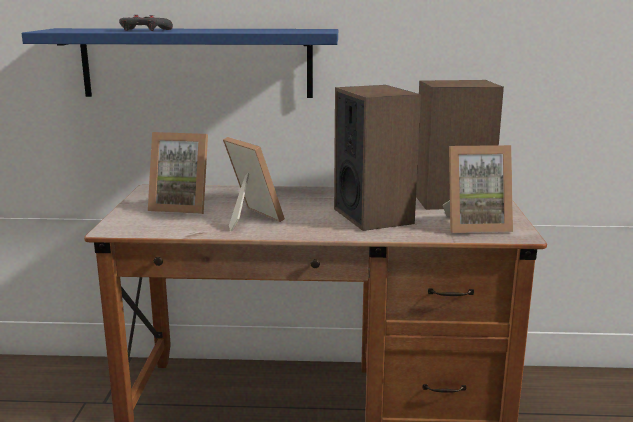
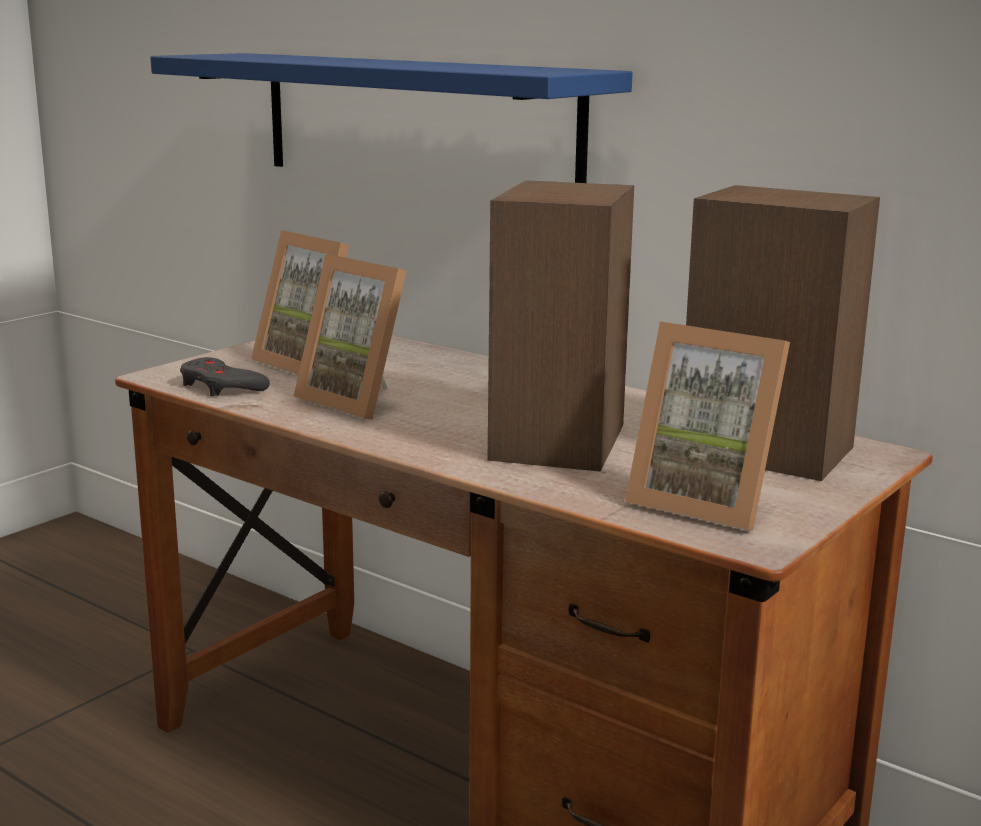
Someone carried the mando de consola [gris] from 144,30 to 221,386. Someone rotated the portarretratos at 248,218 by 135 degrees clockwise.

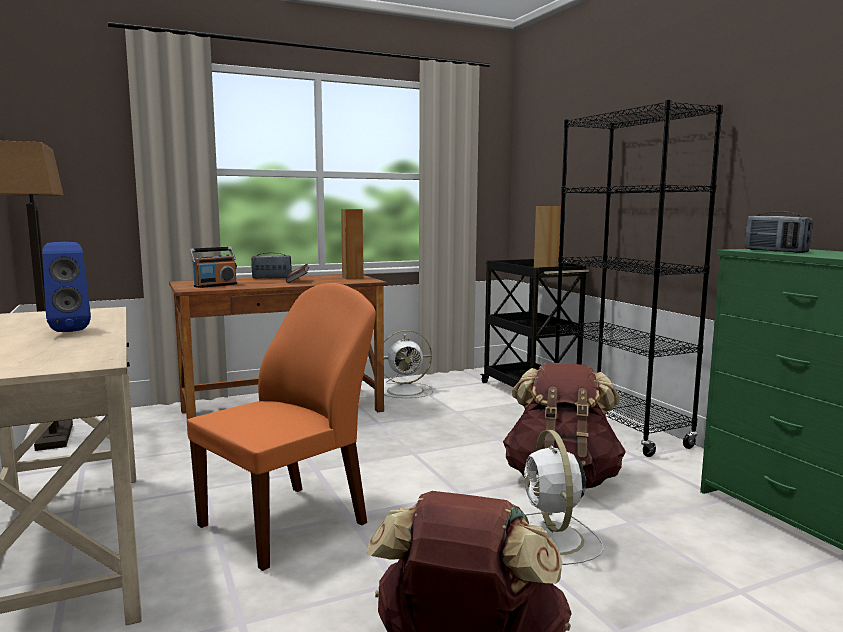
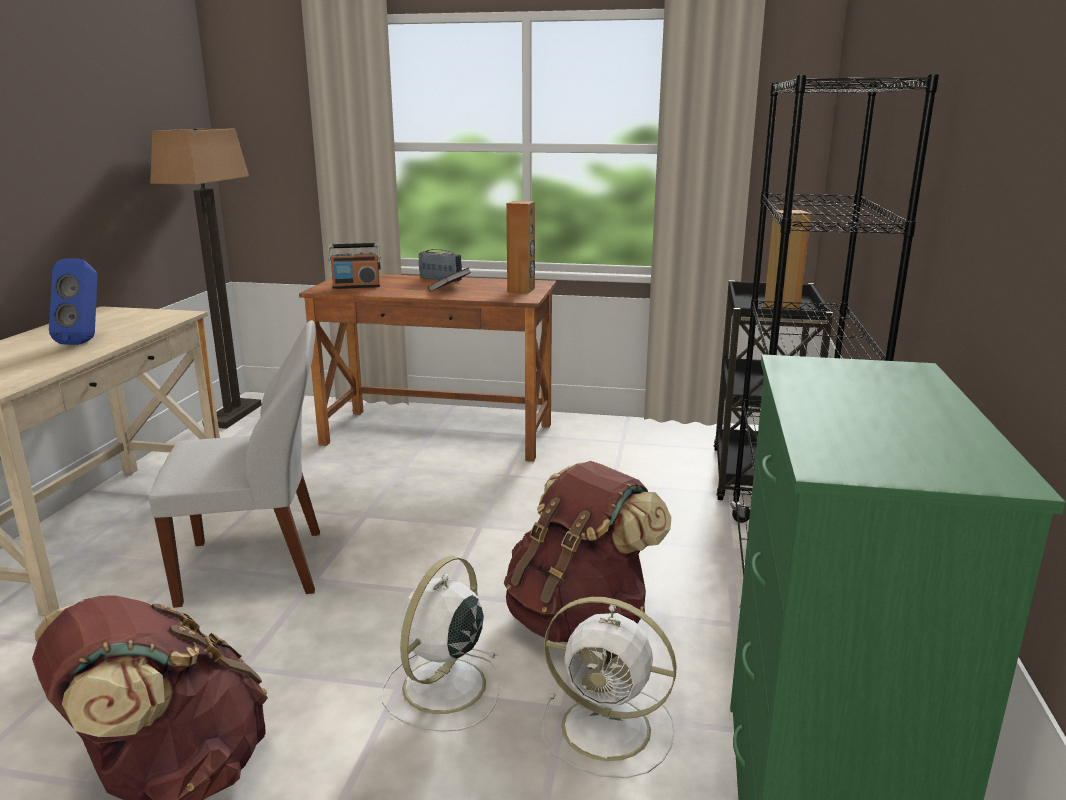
Someone took away the radio at 775,251. Someone carried the ventilador [blanco] from 407,390 to 610,729. Someone repainted the silla [naranja] at 287,523, which became the silla [blanco] at 258,567.

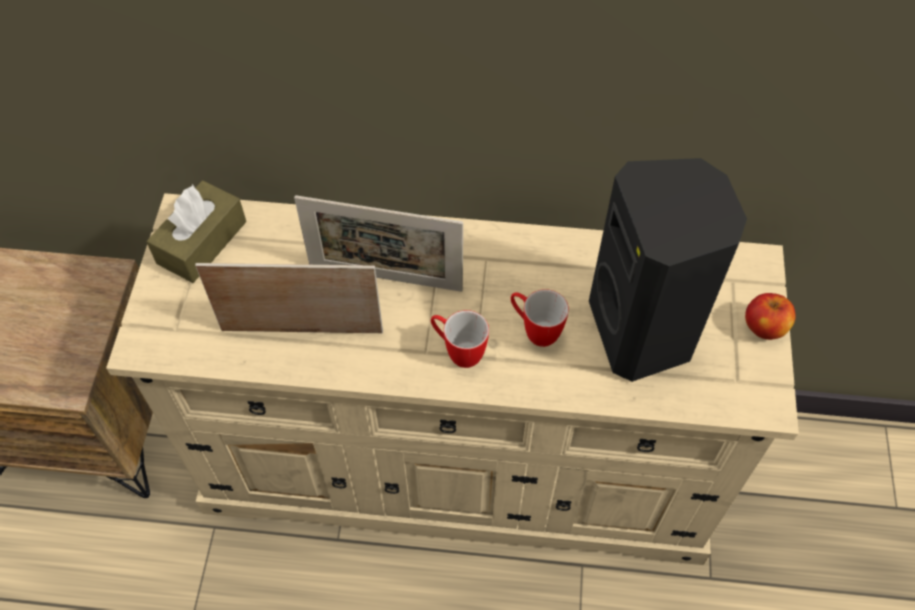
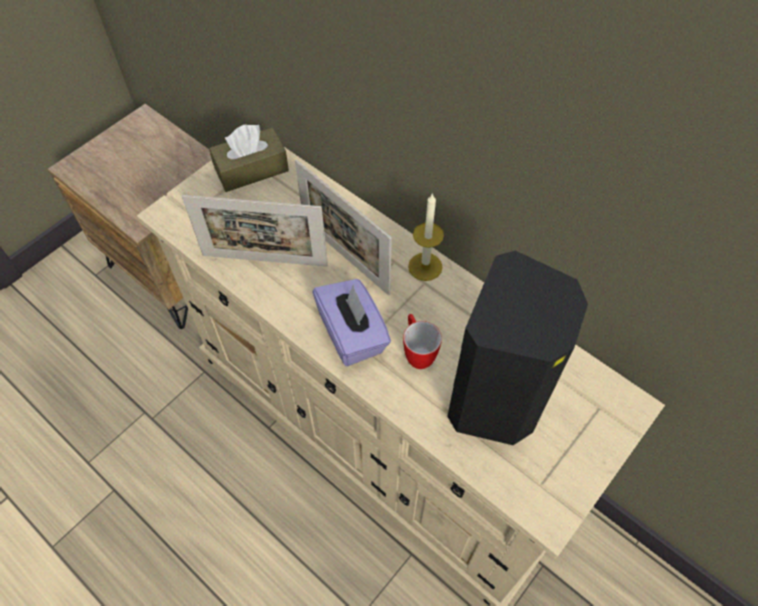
Someone took away the manzana at 764,327. Someone put down the vela at 425,266. Someone swapped the taza grande at 458,351 for the caja de pañuelos [morado] at 352,334. Someone rotated the portarretratos at 302,331 by 150 degrees clockwise.

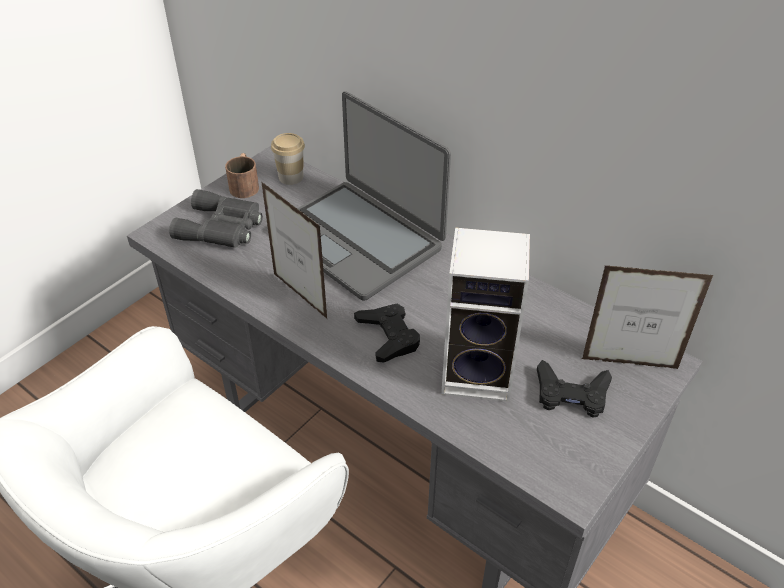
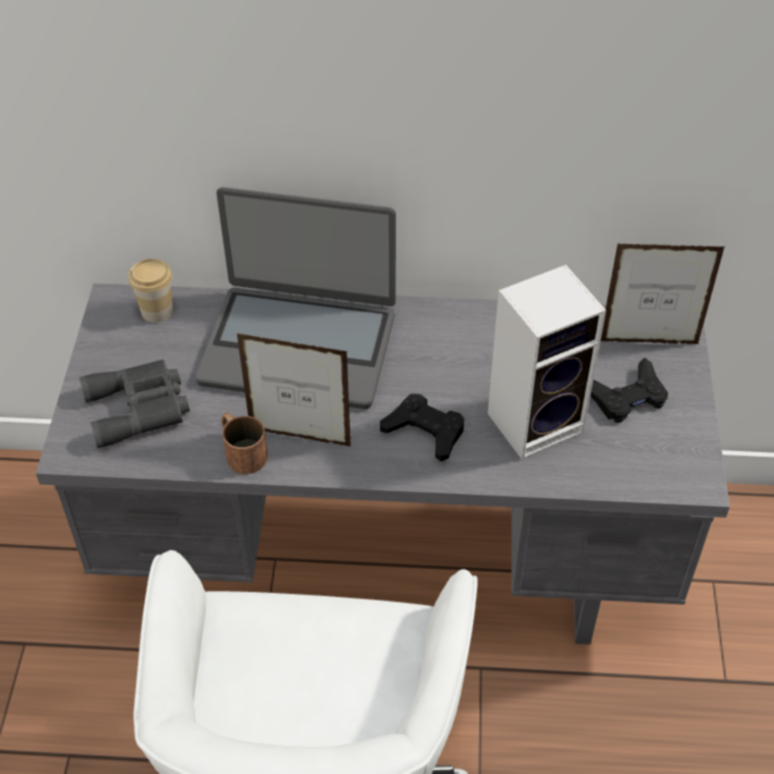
Someone carried the taza grande [marrón] from 245,184 to 241,450. Someone rotated the portarretratos at 629,364 by 150 degrees counterclockwise.

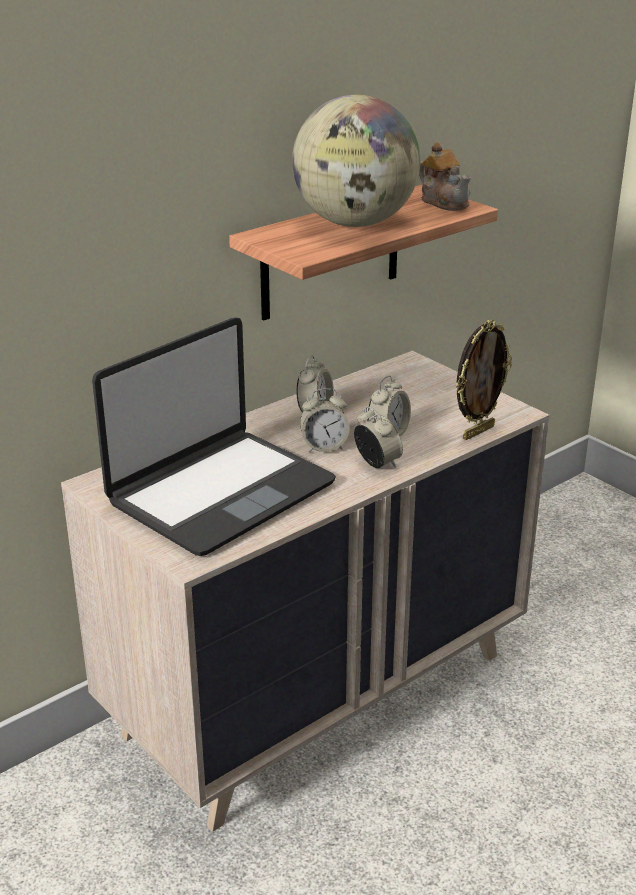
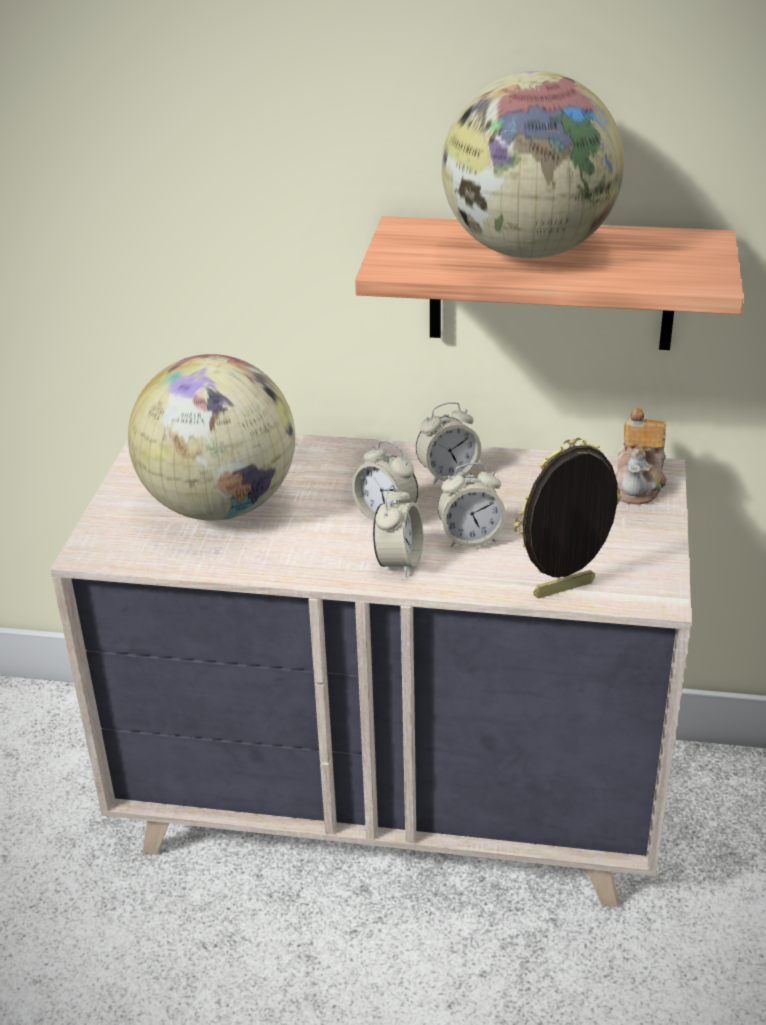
Someone carried the tetera from 444,202 to 639,483. Someone swapped the portátil at 220,492 for the globo terráqueo at 220,505. Someone rotated the portarretratos at 477,432 by 150 degrees clockwise.

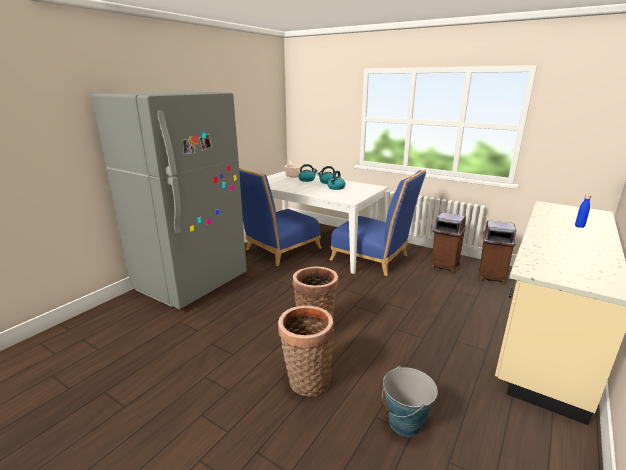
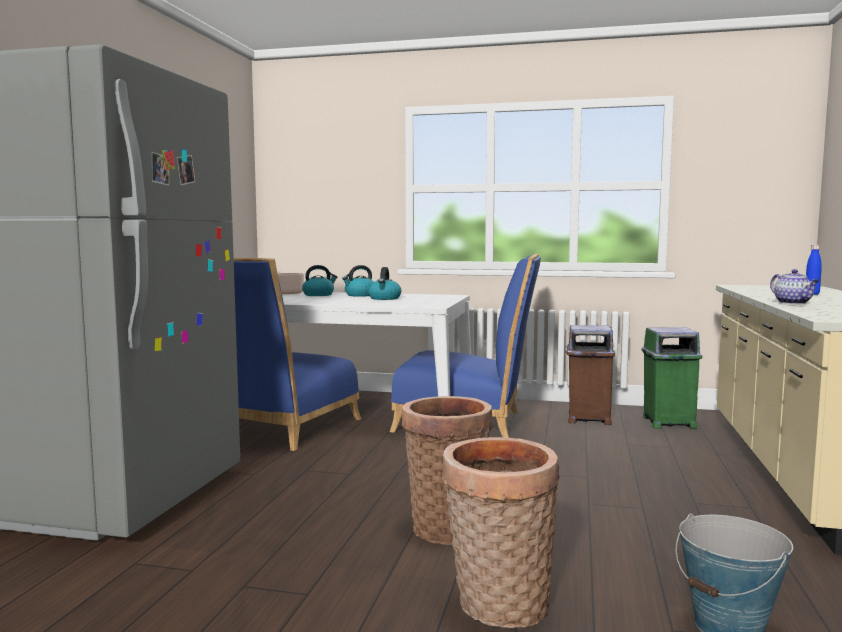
Someone put down the tetera at 793,303. Someone repainted the papelera [marrón] at 491,277, which became the papelera [verde] at 667,423.

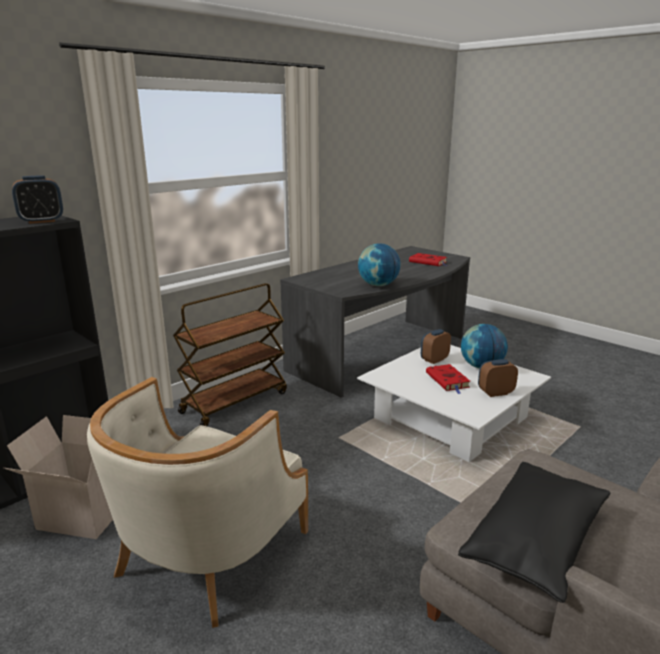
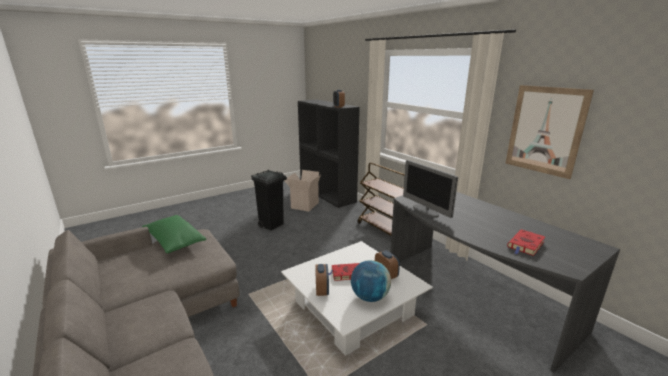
Someone put up the cuadro at 545,130. Someone swapped the sillón [beis] at 207,553 for the papelera [negro] at 272,225. Someone swapped the globo terráqueo at 378,285 for the monitor at 425,211. Someone repainted the cojín [negro] at 535,542, which became the cojín [verde] at 174,242.

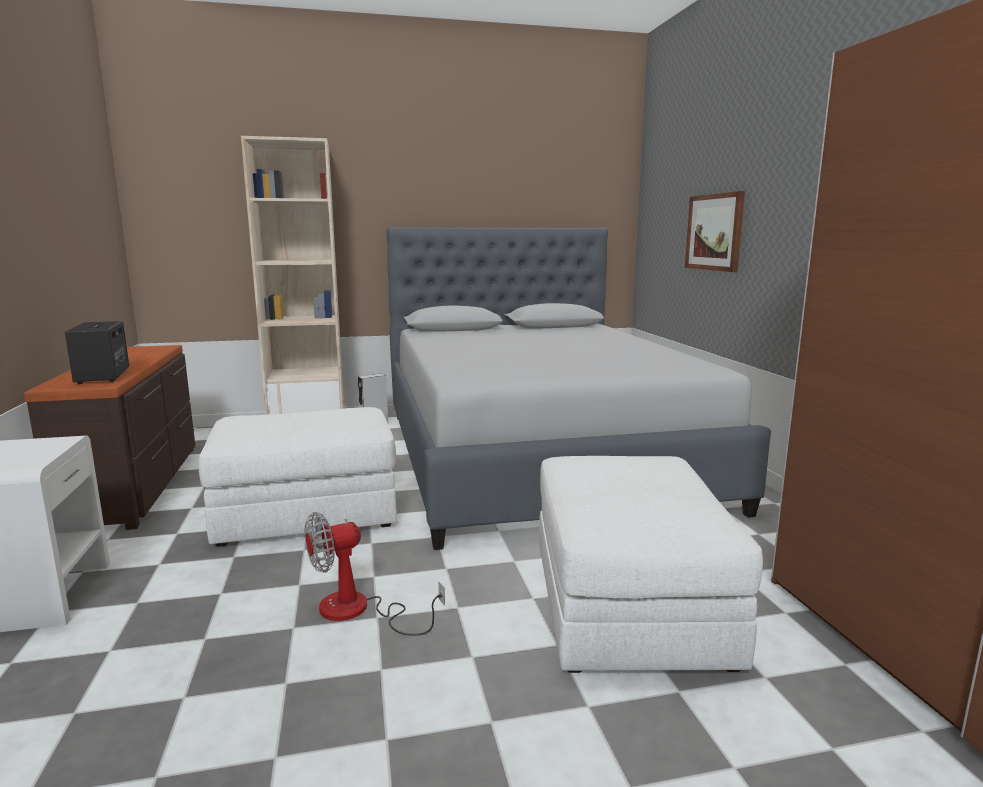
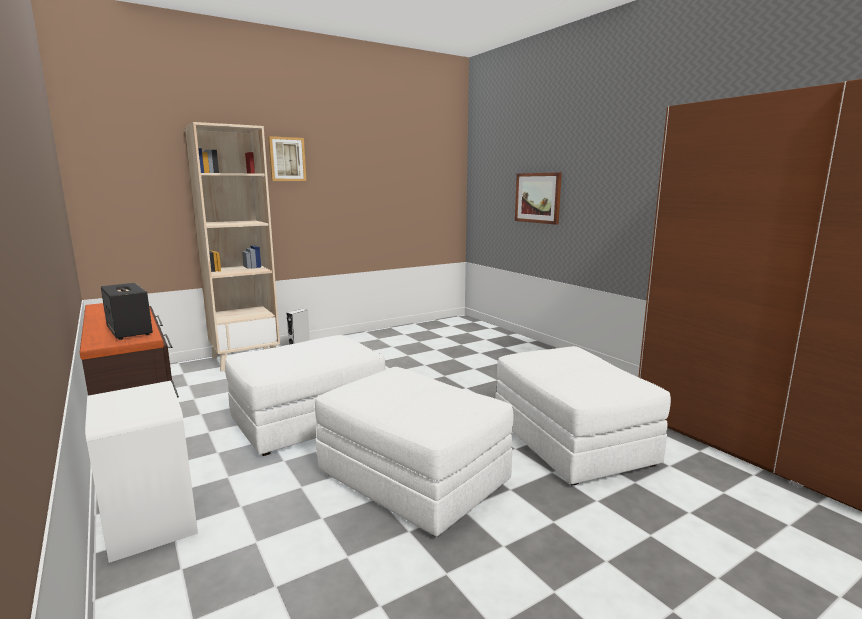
Someone took away the cama [gris] at 538,456. Someone put up the cuadro at 287,159. Someone swapped the ventilador at 359,611 for the puf [blanco] at 414,478.

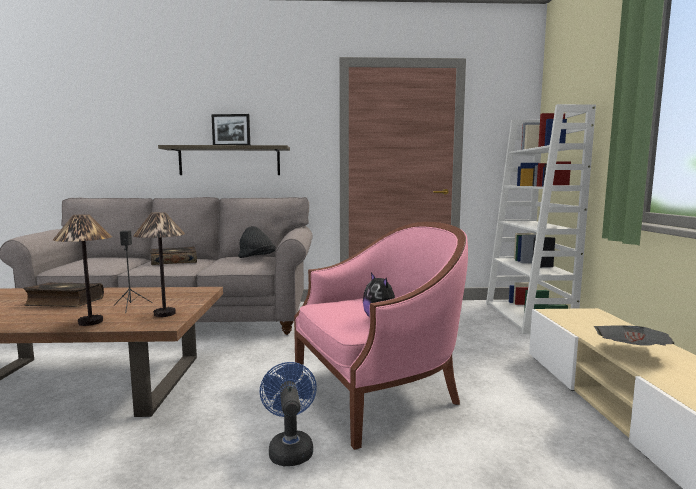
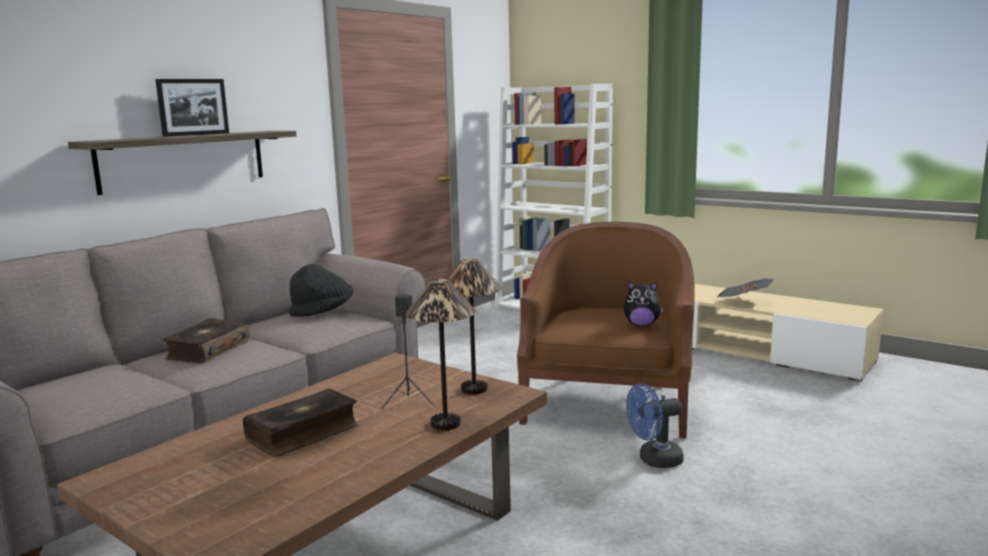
Someone repainted the sillón [rosa] at 377,393, which became the sillón [marrón] at 608,405. Someone rotated the ventilador [azul] at 290,448 by 45 degrees counterclockwise.

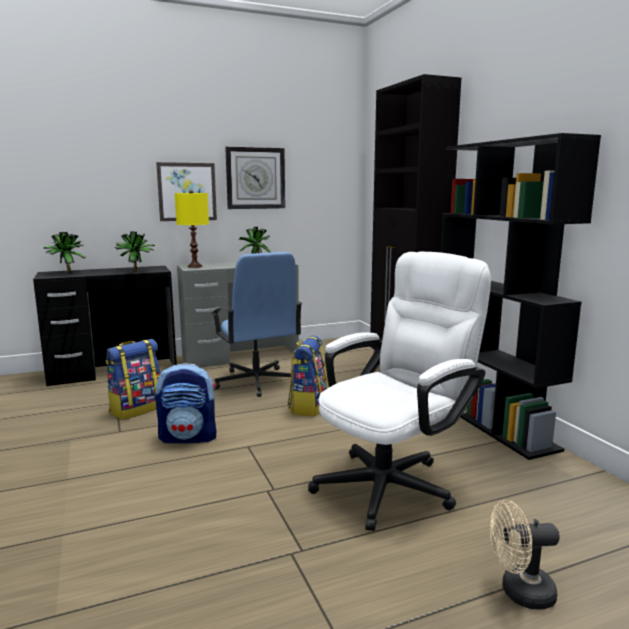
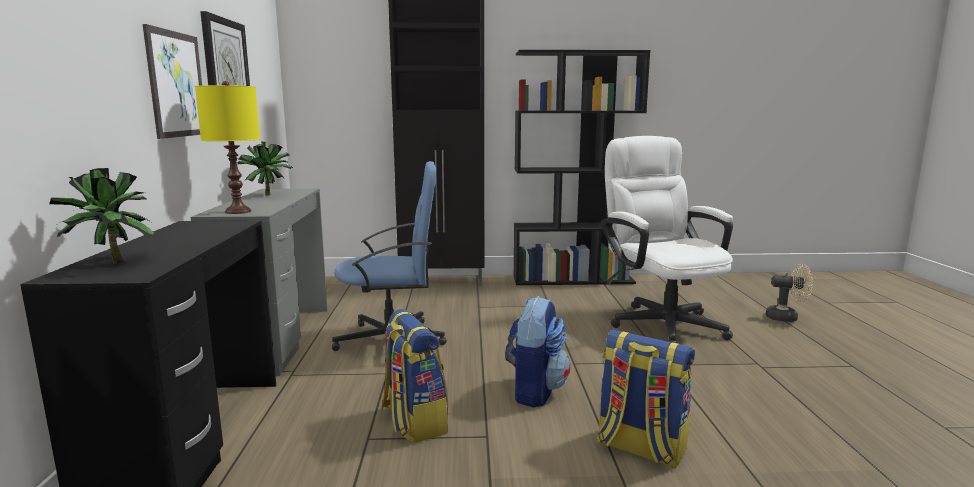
Someone took away the planta en maceta at 137,271. Someone carried the mochila from 307,406 to 640,448. Someone rotated the ventilador [beis] at 519,592 by 90 degrees counterclockwise.

